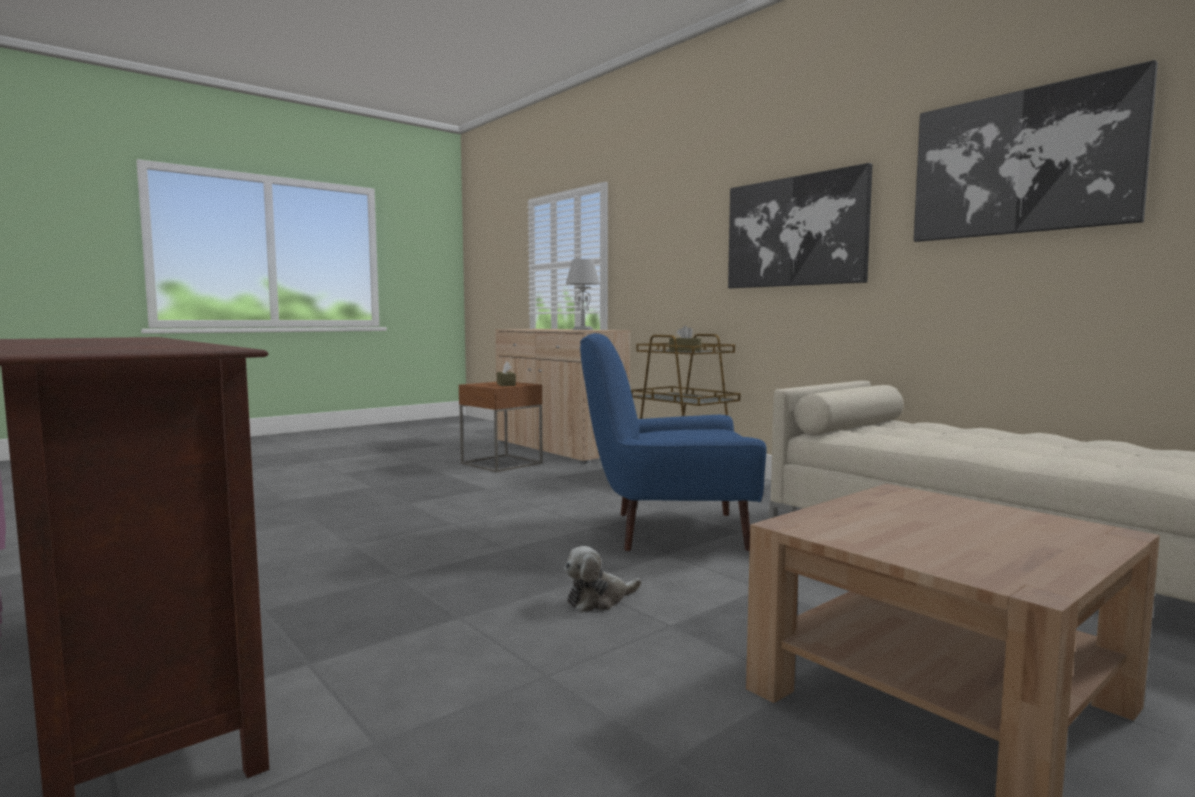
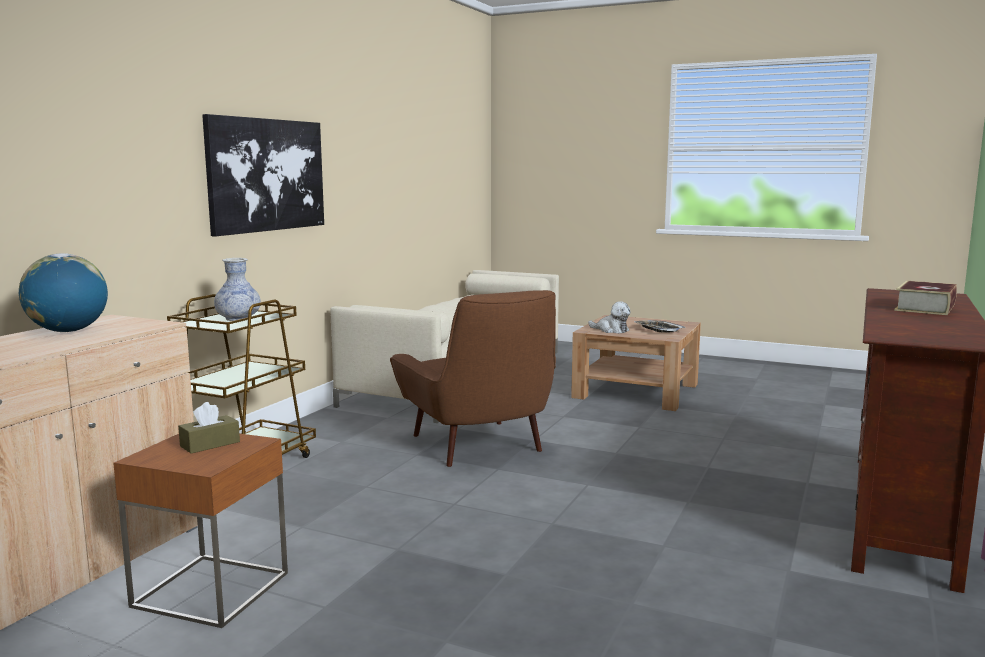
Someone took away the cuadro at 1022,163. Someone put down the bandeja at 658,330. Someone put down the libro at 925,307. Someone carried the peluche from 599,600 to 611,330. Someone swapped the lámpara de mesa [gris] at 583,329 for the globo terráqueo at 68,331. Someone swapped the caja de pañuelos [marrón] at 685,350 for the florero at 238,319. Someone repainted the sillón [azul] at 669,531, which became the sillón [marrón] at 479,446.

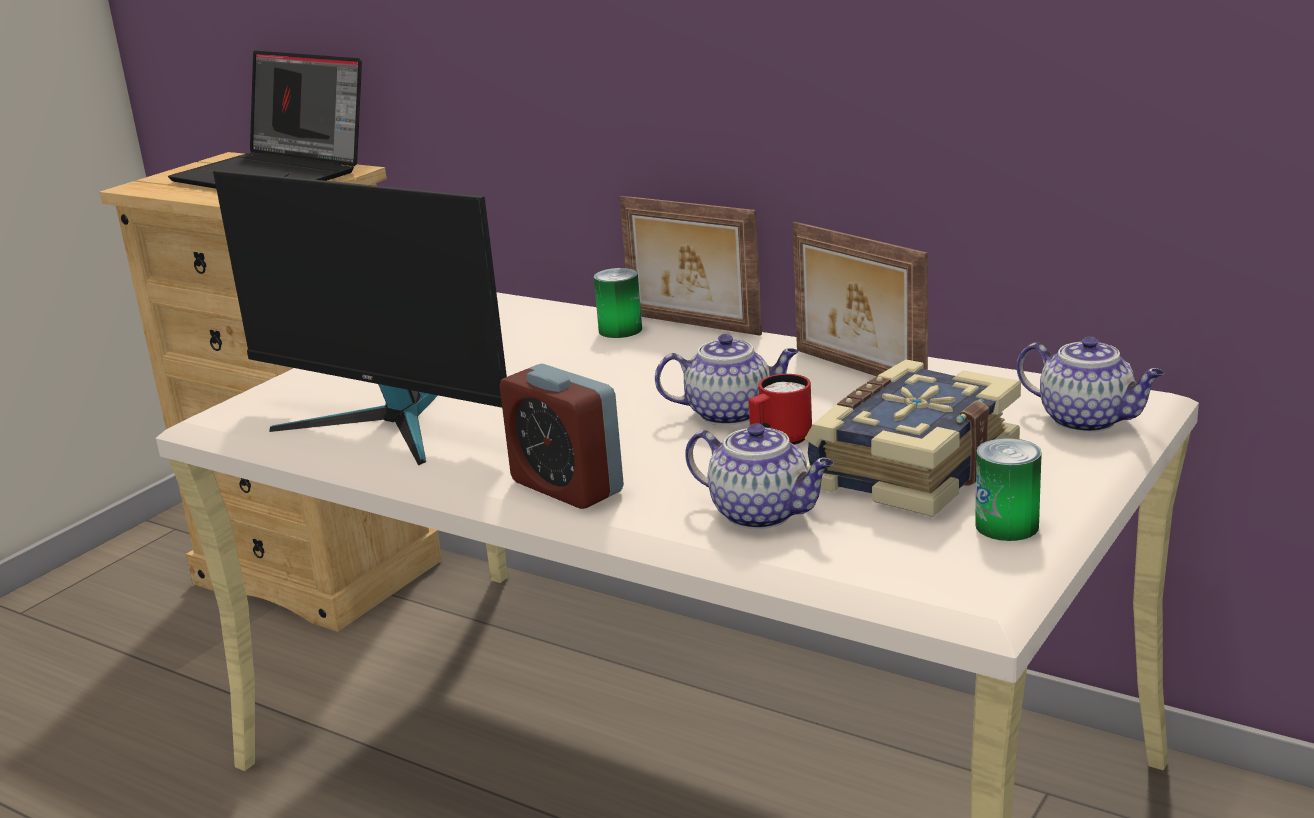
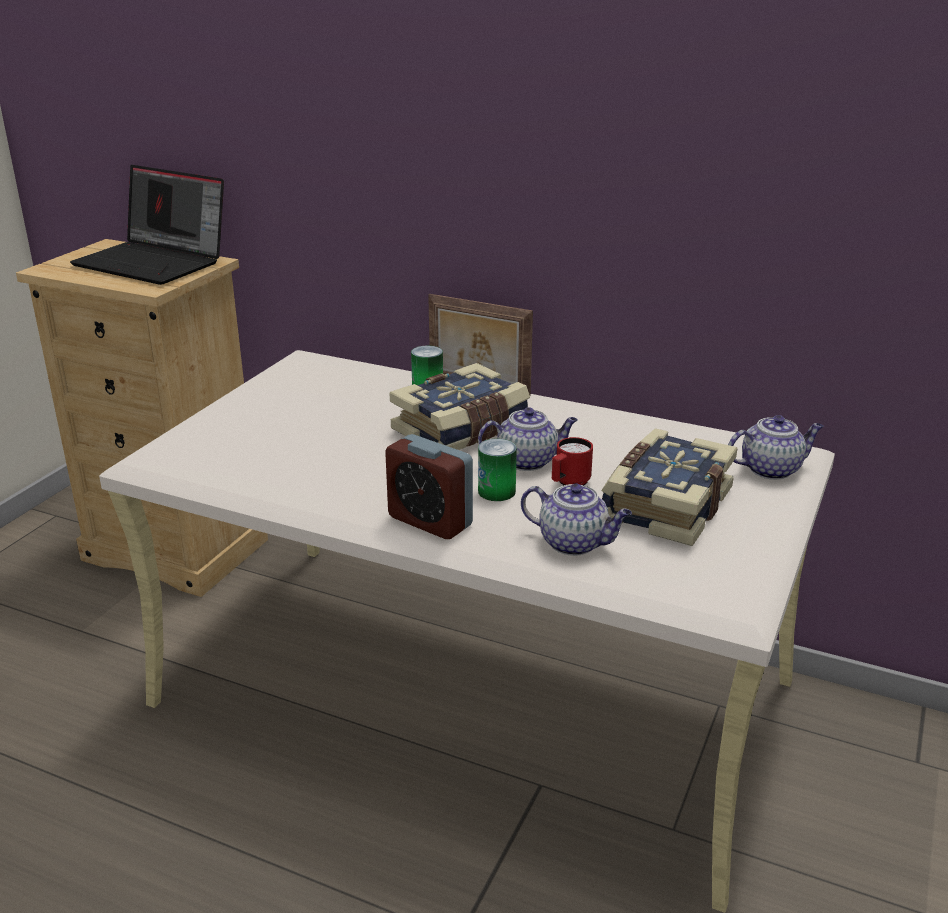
Someone took away the monitor at 386,423. Someone took away the portarretratos at 857,370. Someone put down the libro at 462,429. Someone carried the lata from 1007,526 to 496,491. Someone rotated the tetera at 1088,420 by 45 degrees counterclockwise.

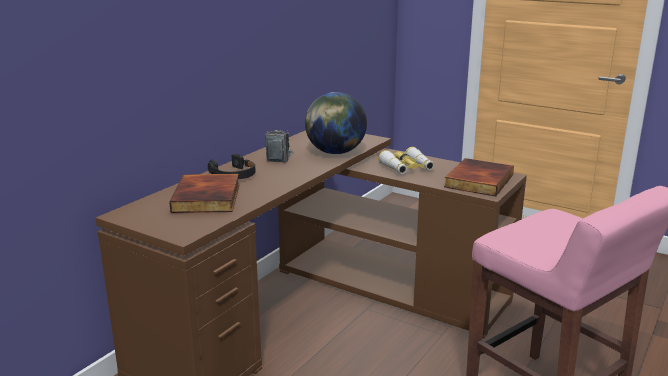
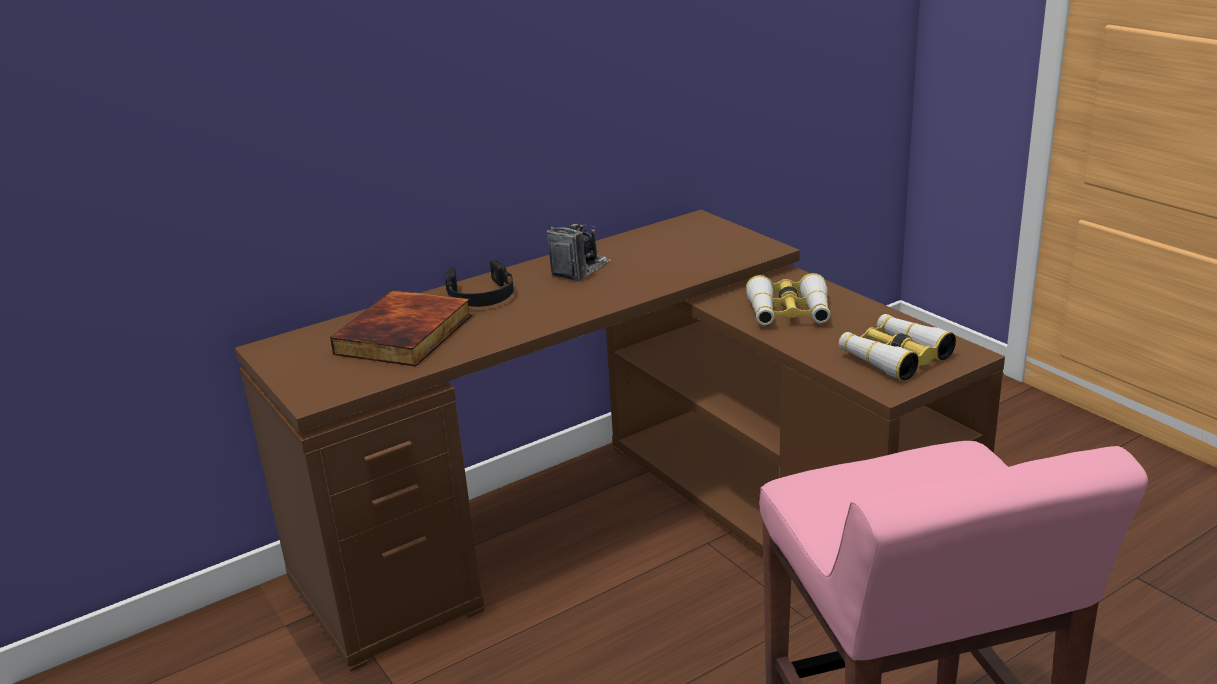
Someone took away the globo terráqueo at 335,152. Someone swapped the libro at 477,180 for the prismáticos at 894,357.

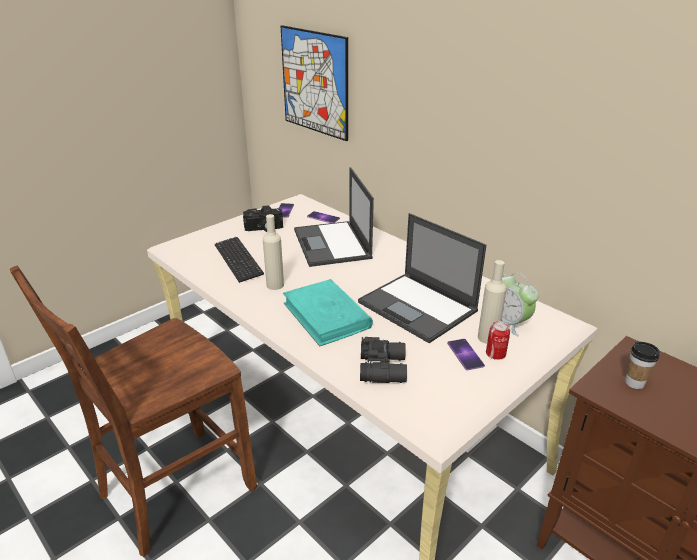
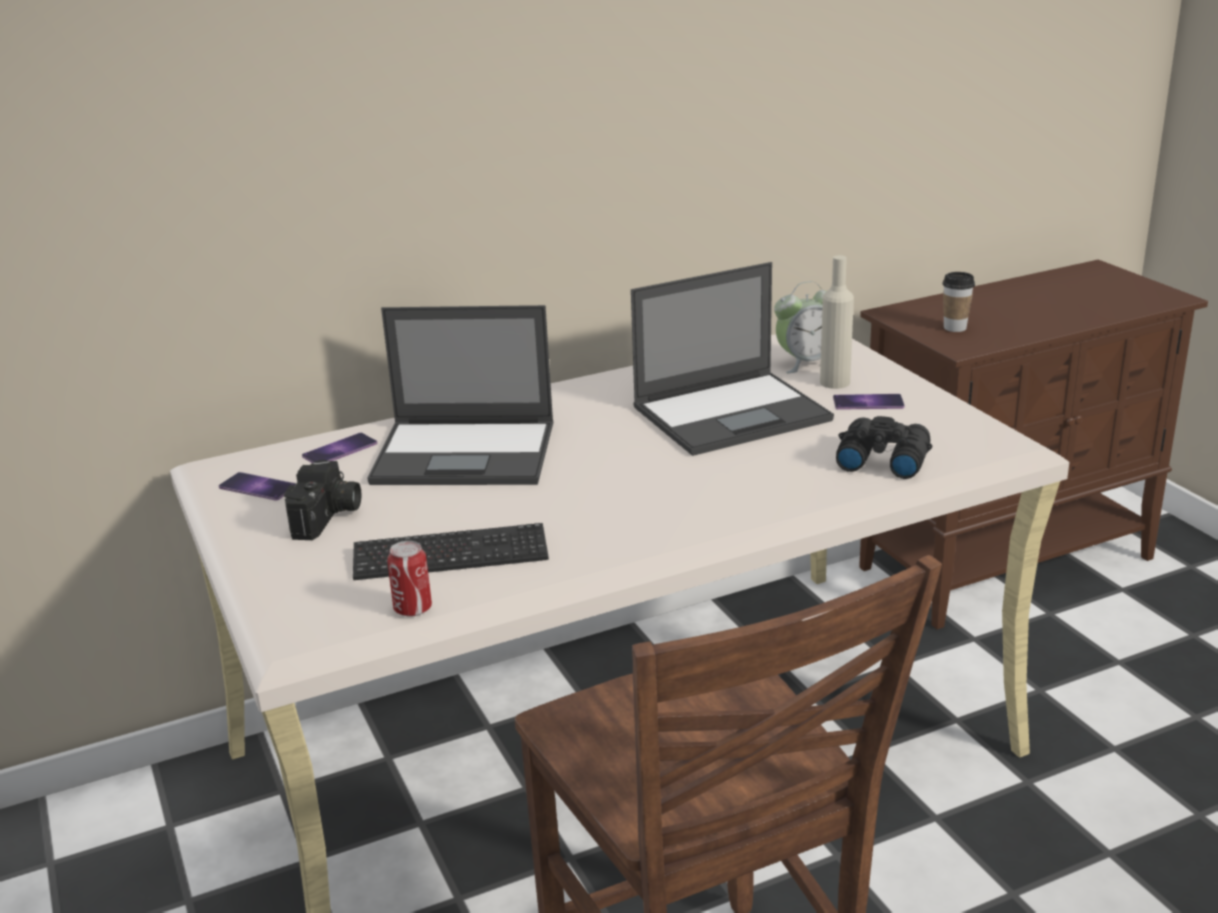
Someone took away the botella [beis] at 275,285. Someone took away the cuadro at 315,82. Someone took away the libro [turquesa] at 326,316. Someone carried the lata from 495,355 to 413,608.

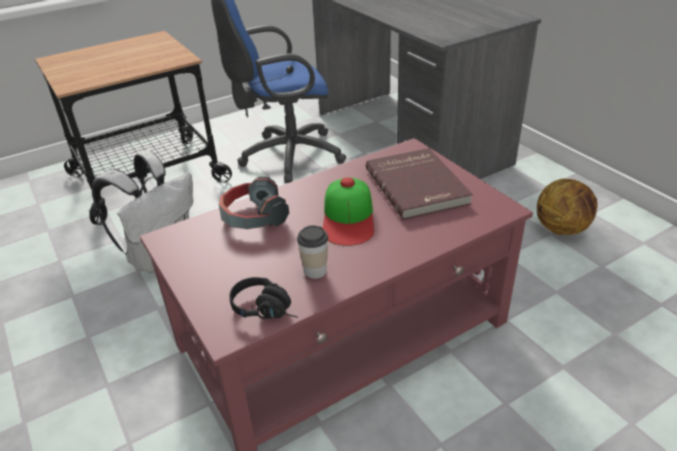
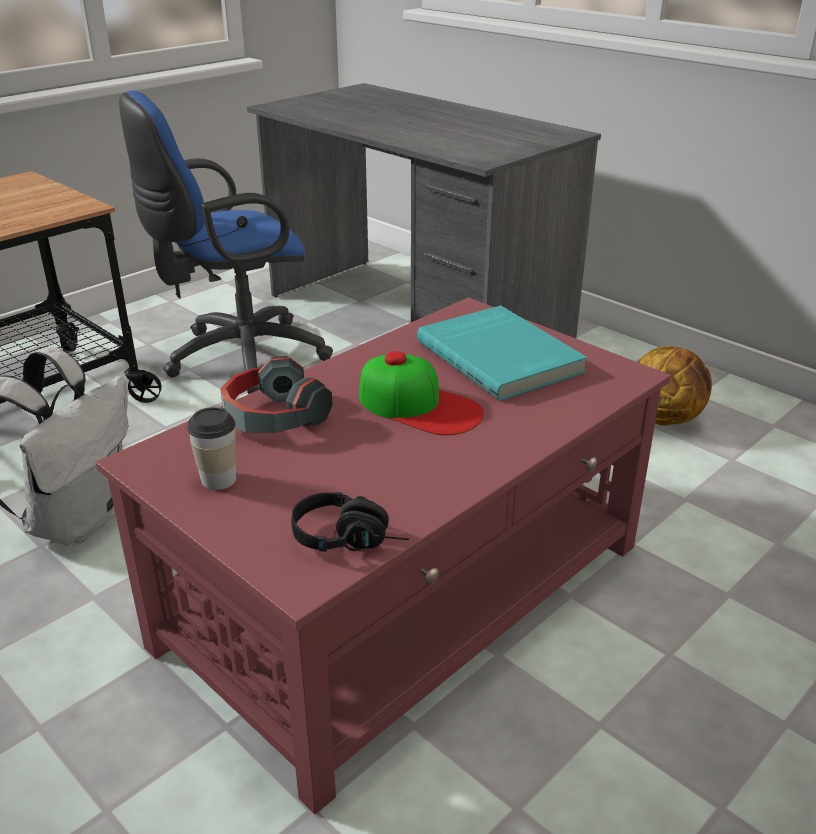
Someone carried the taza from 315,270 to 218,479. Someone repainted the libro [rojo] at 418,186, which became the libro [turquesa] at 501,356. Someone rotated the gorra at 348,218 by 45 degrees counterclockwise.

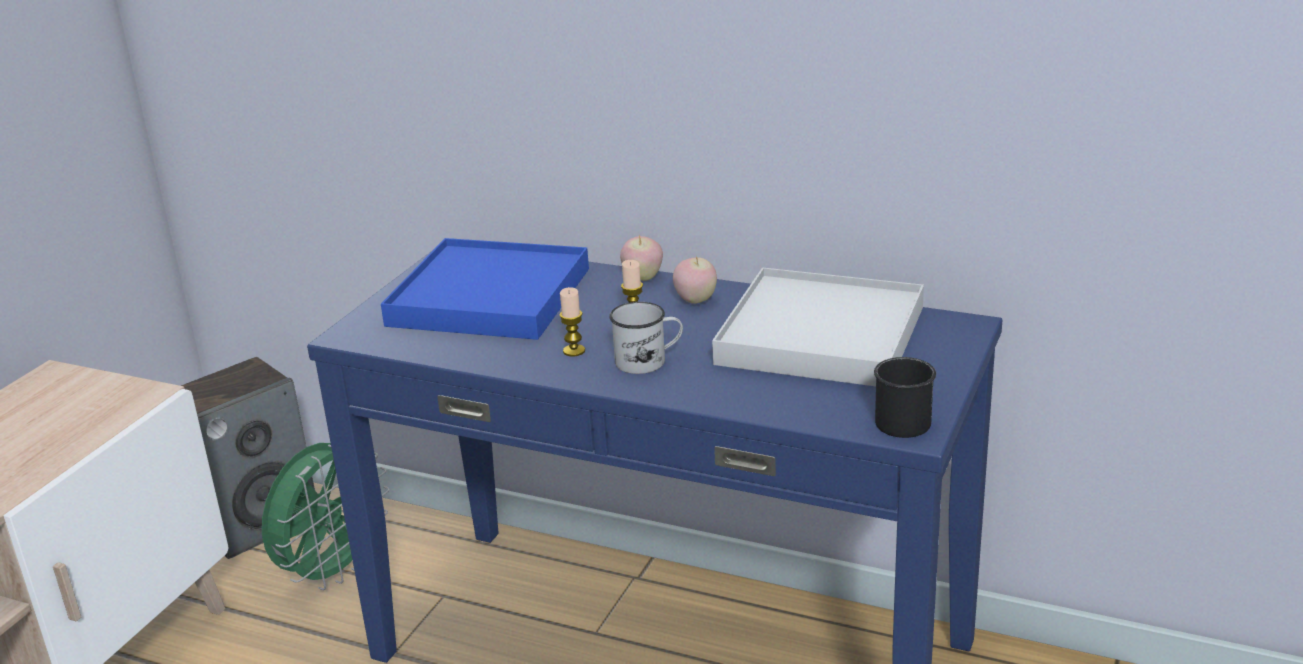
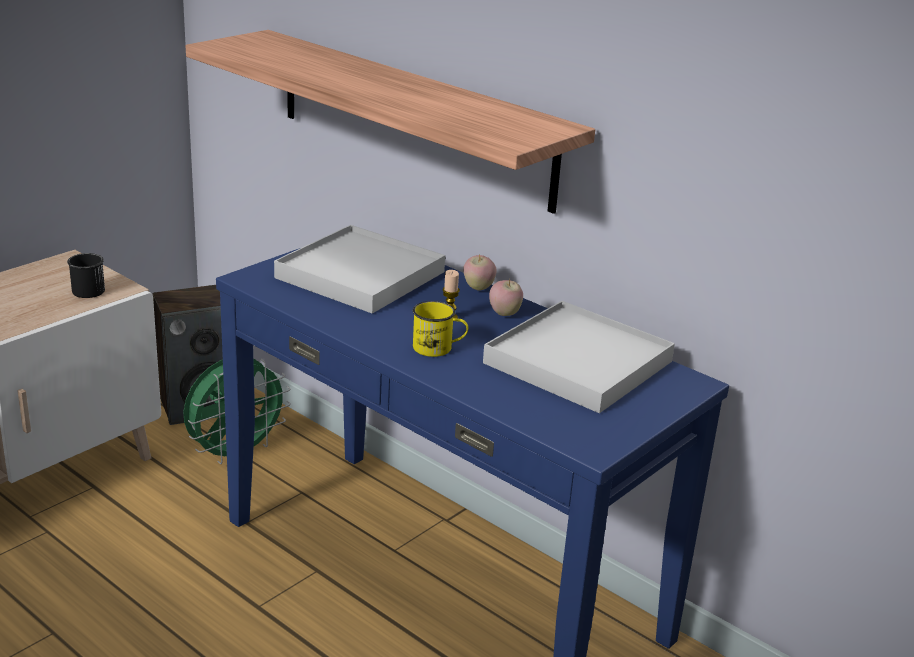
Someone took away the vela at 574,351. Someone put up the estante at 412,117. Someone carried the taza grande [negro] from 899,419 to 90,289. Someone repainted the bandeja [azul] at 489,297, which became the bandeja [blanco] at 360,275. Someone repainted the taza grande [blanco] at 648,361, which became the taza grande [amarillo] at 438,348.

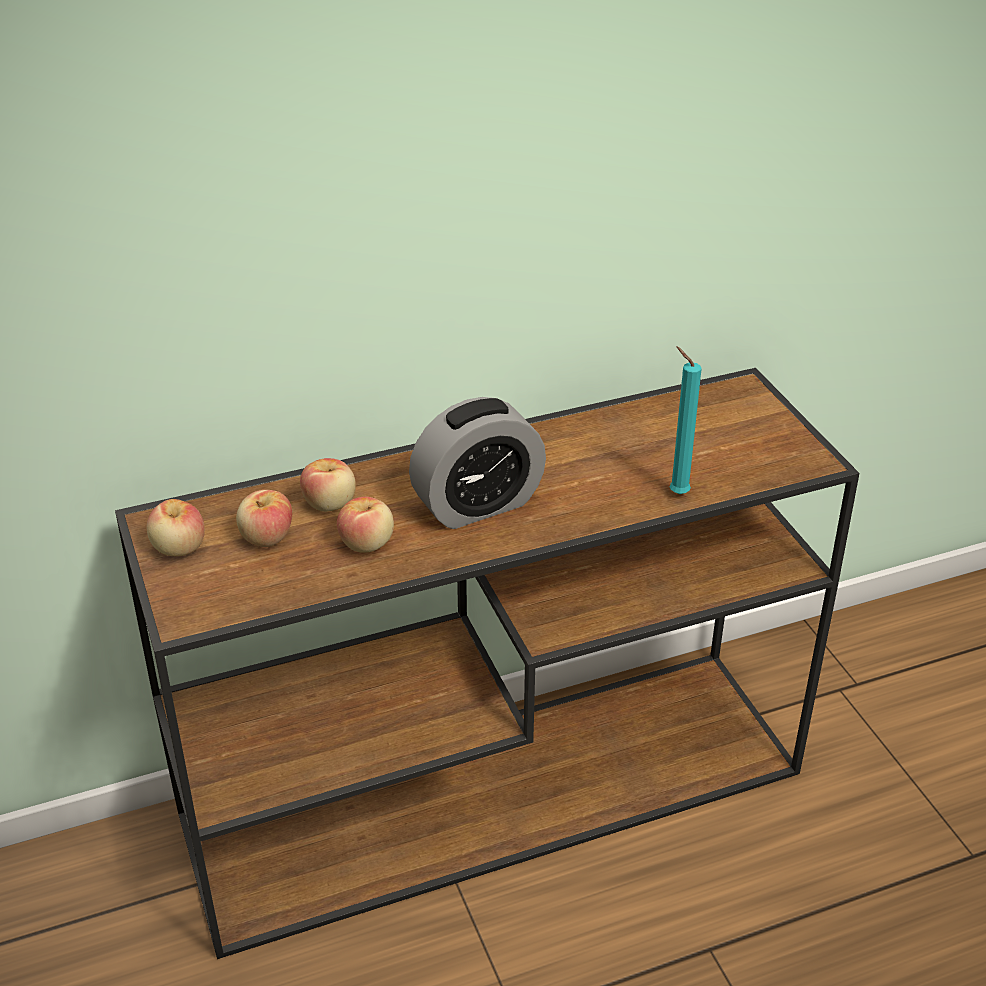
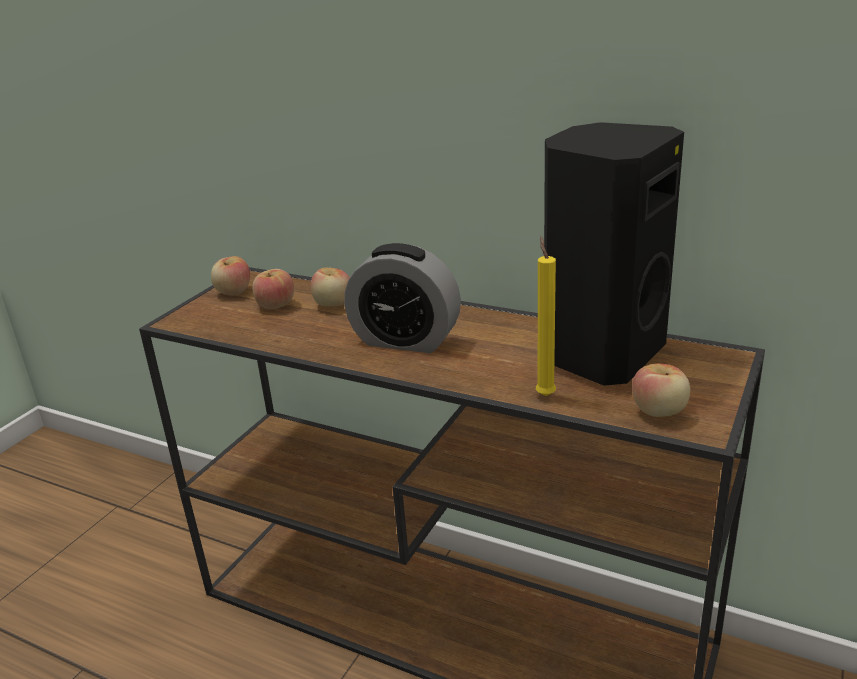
Someone put down the altavoz [negro] at 600,354. Someone carried the manzana from 367,543 to 660,411. Someone repainted the vela [turquesa] at 676,493, which became the vela [amarillo] at 544,394.

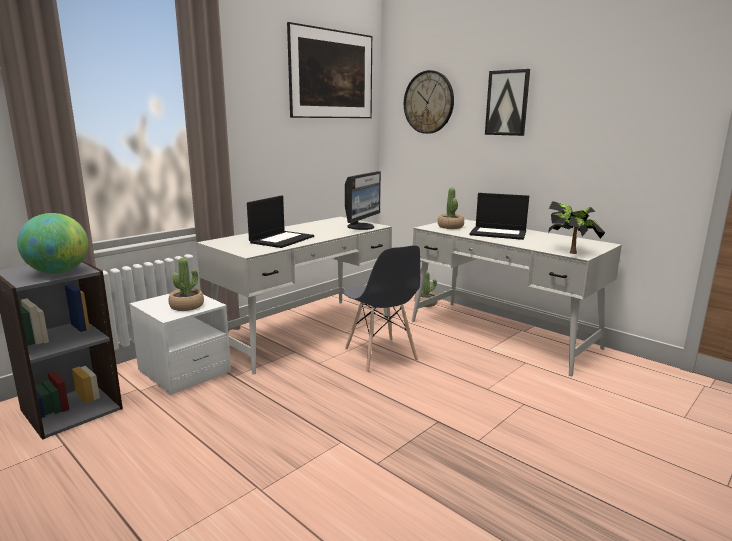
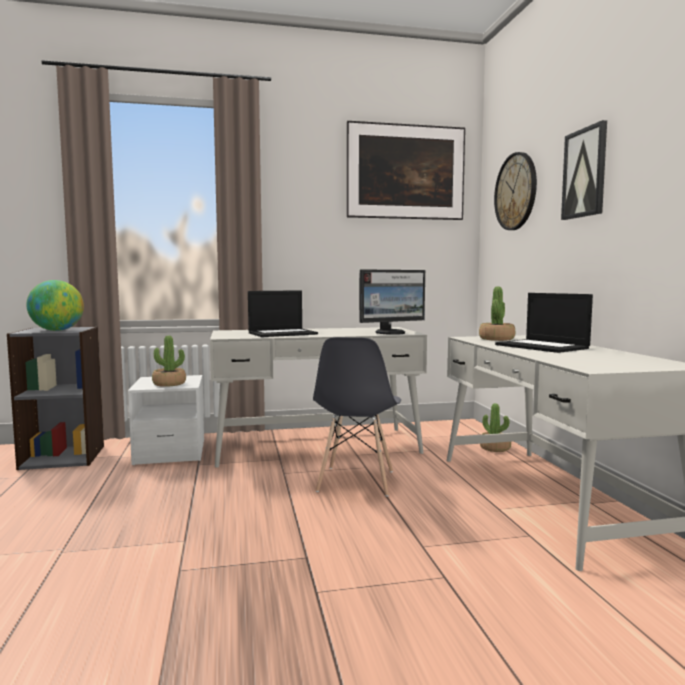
Someone took away the planta en maceta at 571,251.

